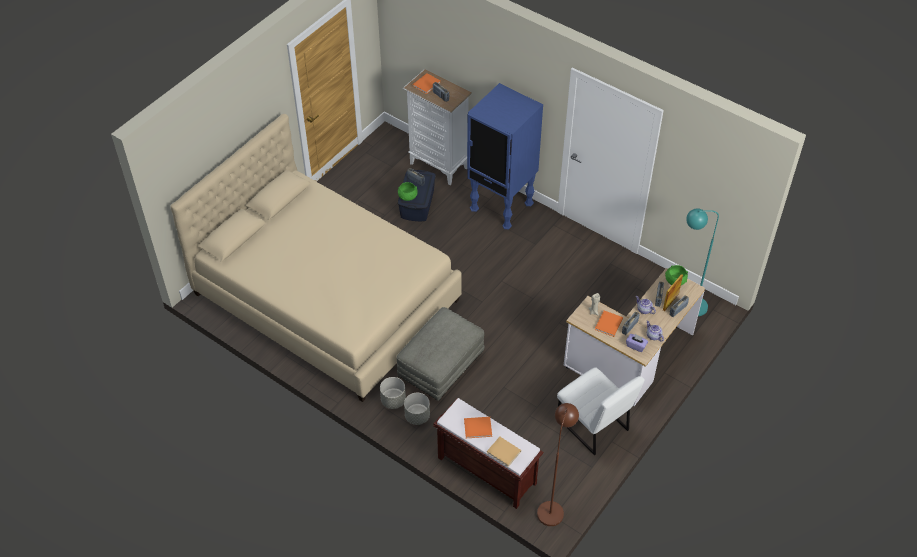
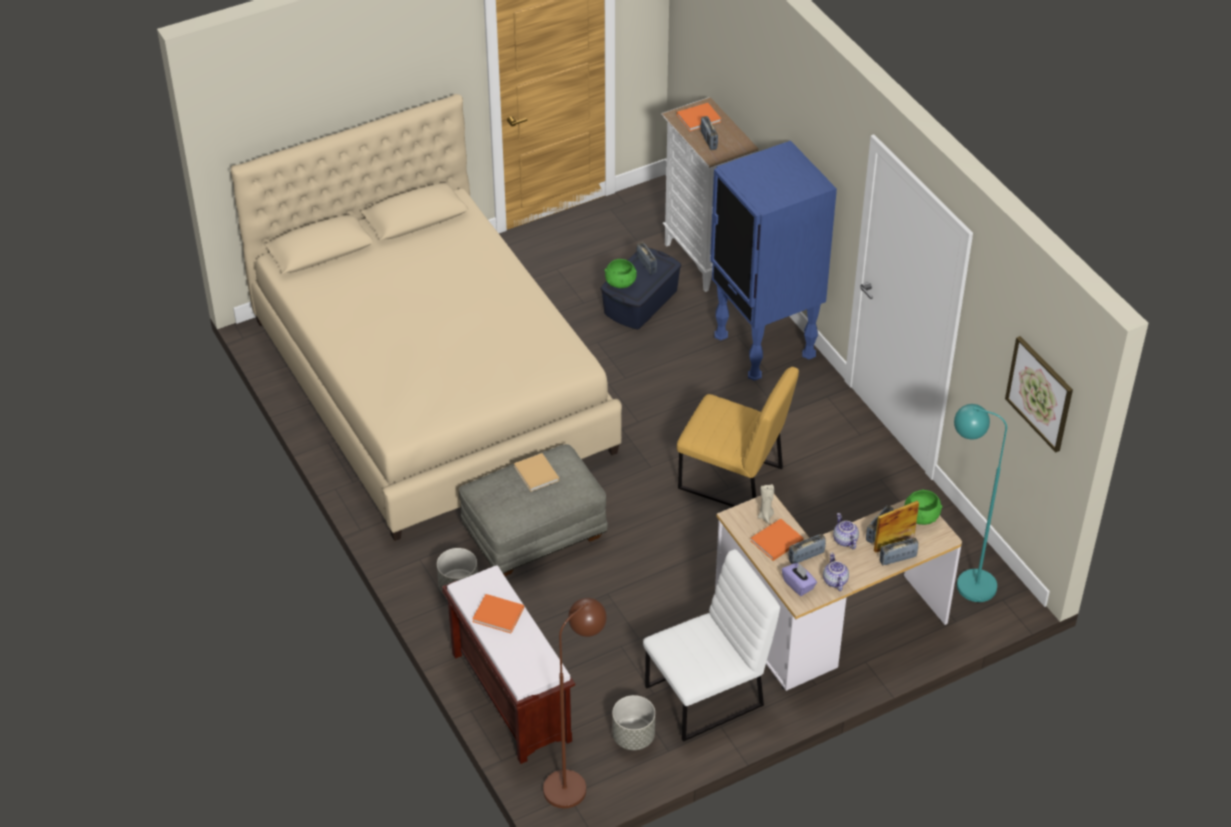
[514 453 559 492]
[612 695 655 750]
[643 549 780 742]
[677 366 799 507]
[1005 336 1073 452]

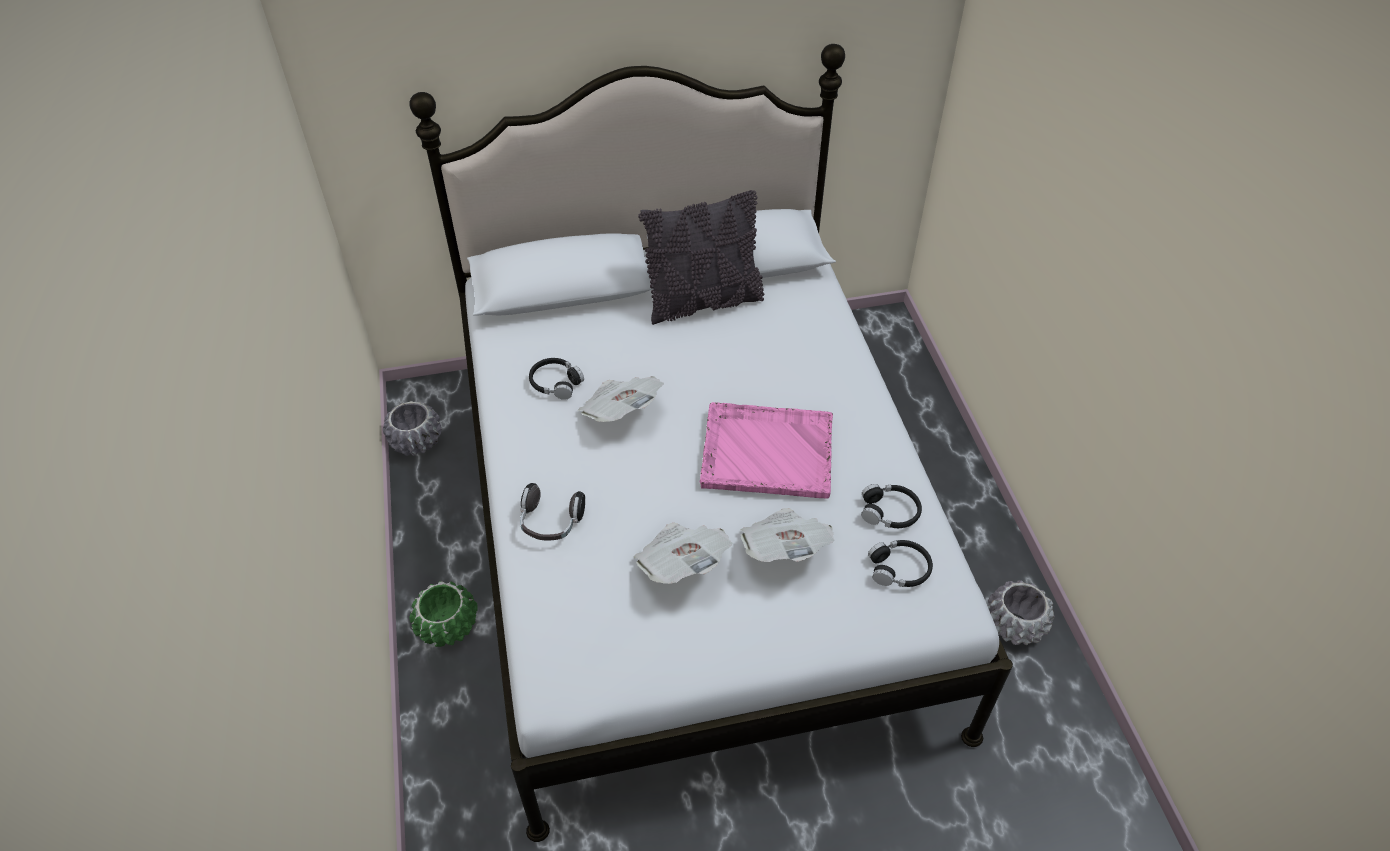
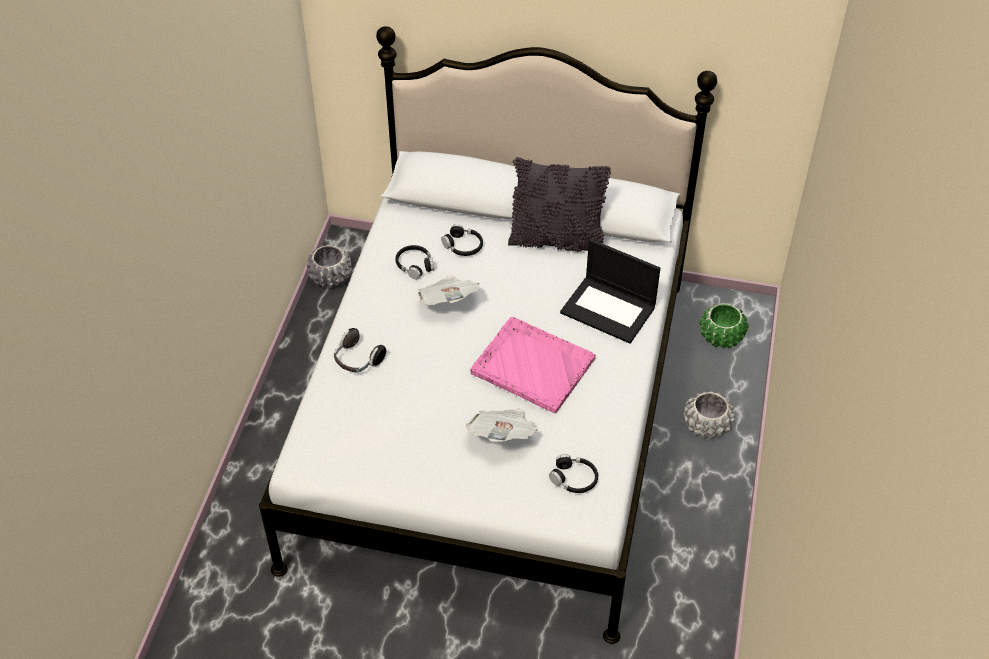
[441 224 483 256]
[560 239 660 344]
[684 391 735 439]
[699 303 749 348]
[633 523 732 584] (first image)

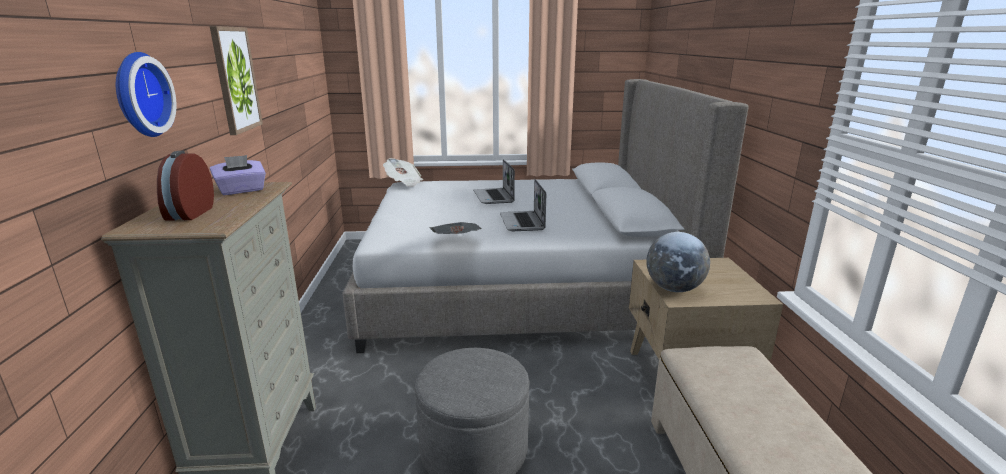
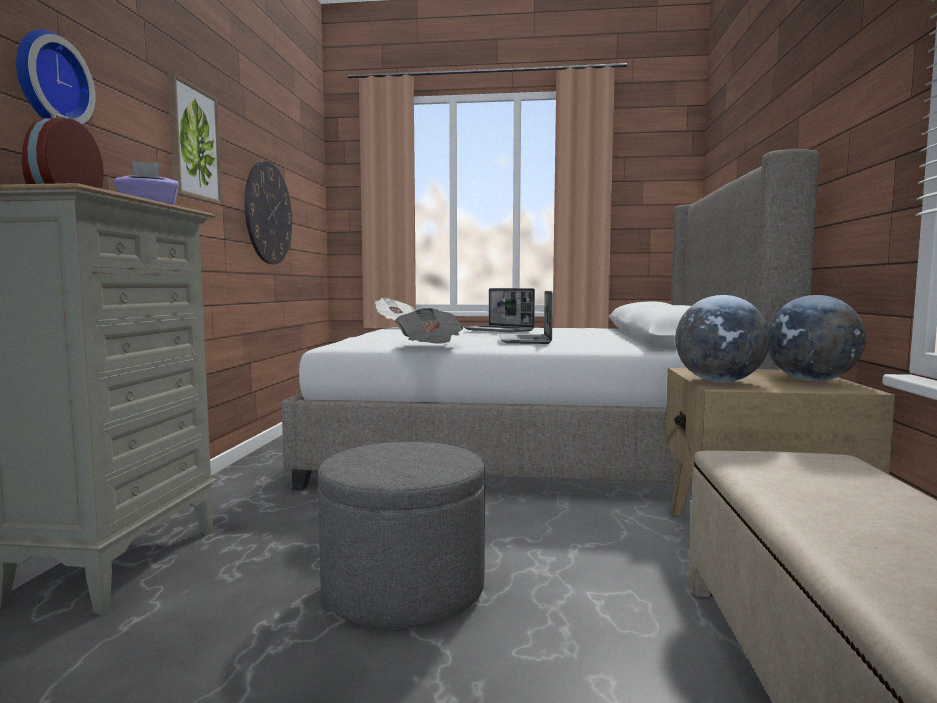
[245 161 292 264]
[464 288 535 333]
[768 295 866 382]

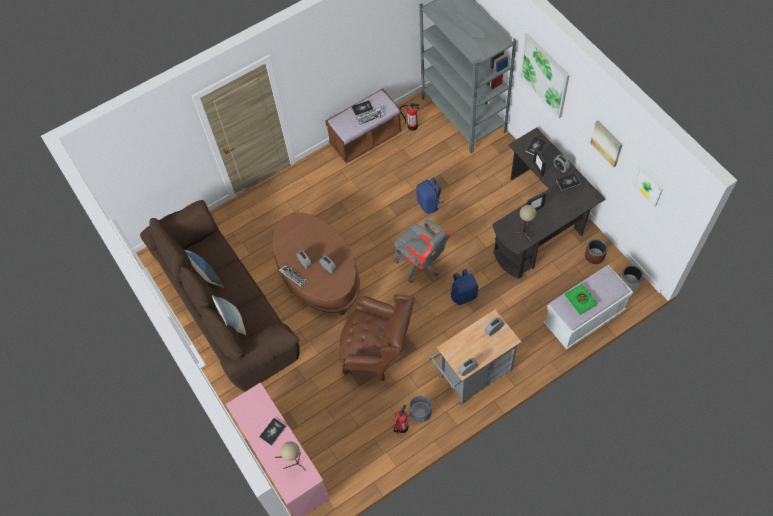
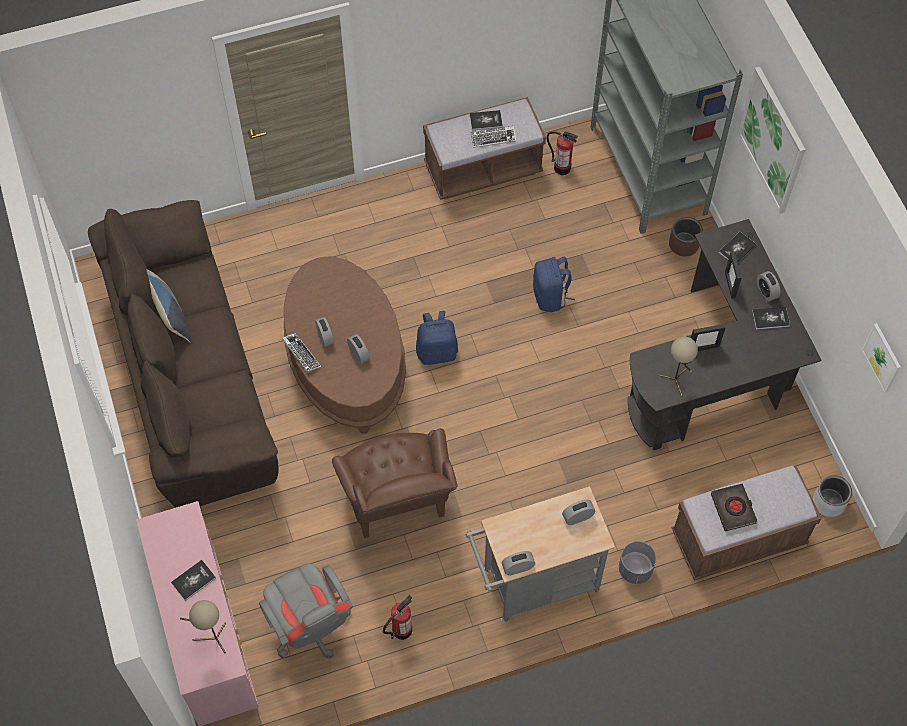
[259 564 353 659]
[332 428 458 538]
[416 311 458 365]
[619 541 656 584]
[669 217 703 256]
[672 466 822 581]
[711 483 757 532]
[212 295 246 335] (first image)
[590 121 623 167] (first image)

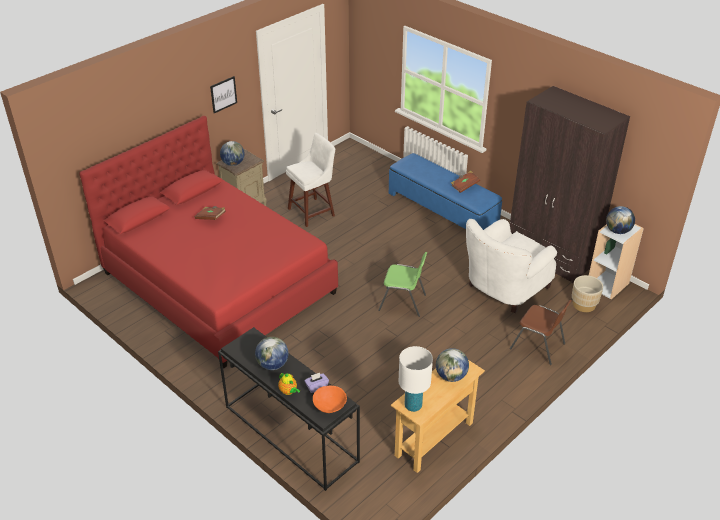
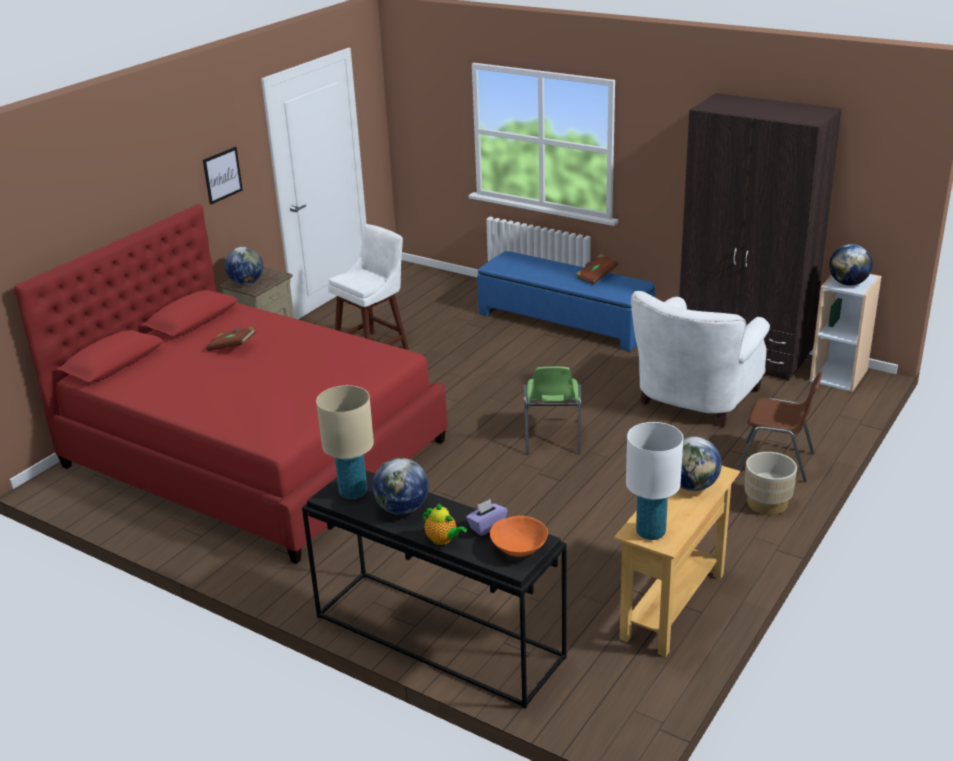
[316 385 374 499]
[524 367 581 455]
[745 452 797 515]

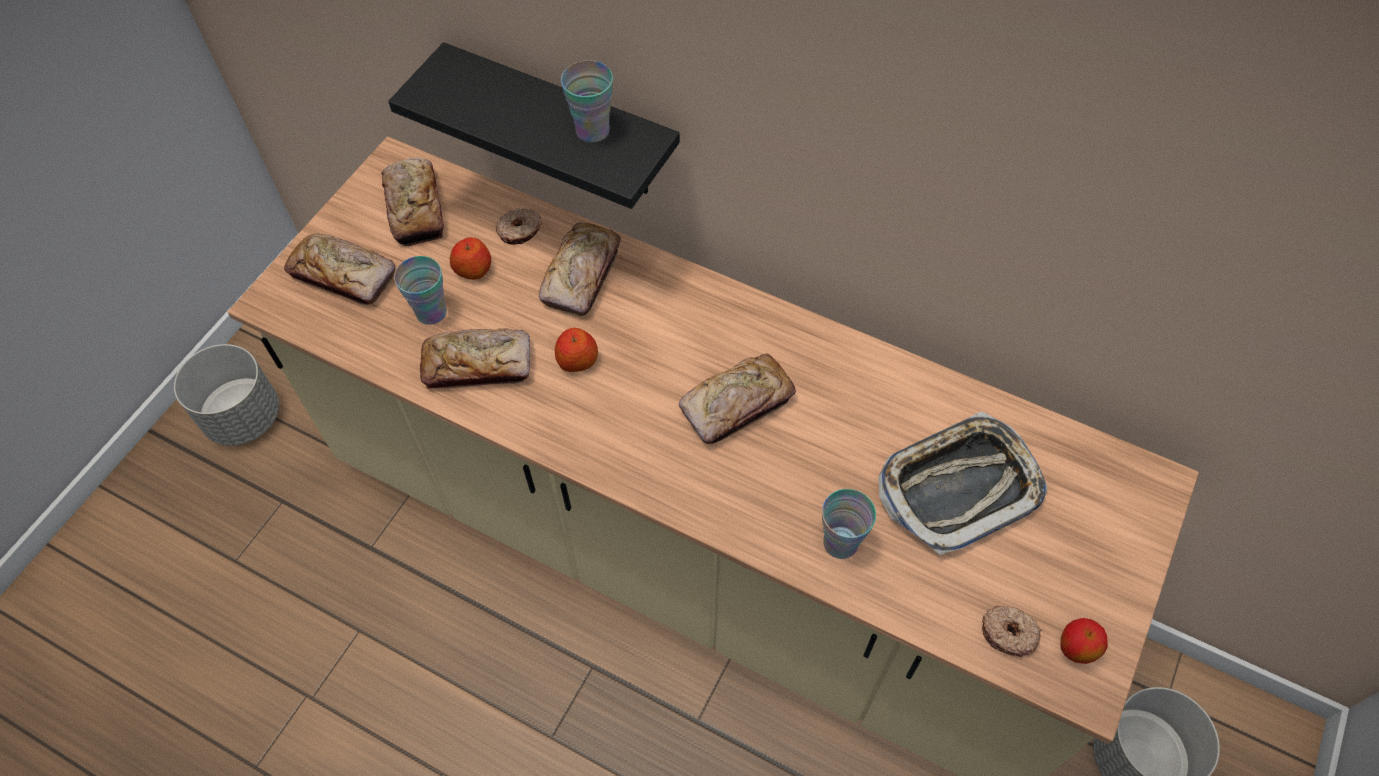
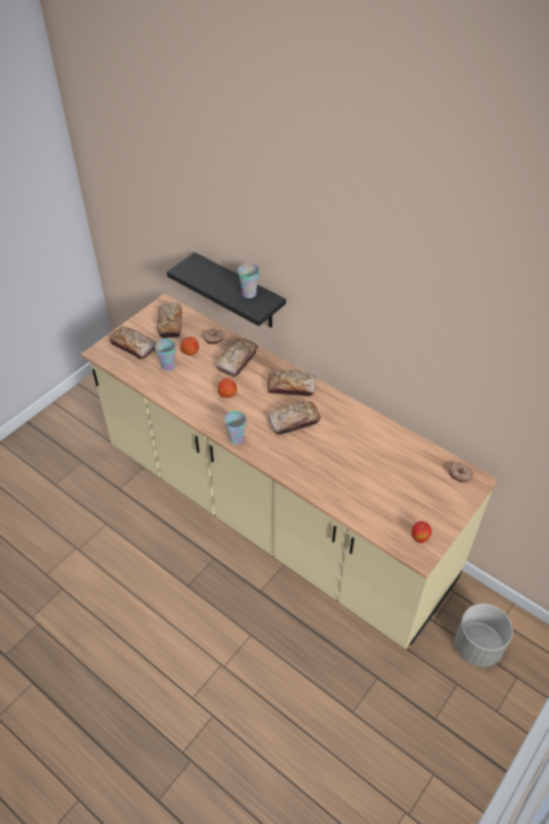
[224 411 246 445]
[267 370 316 397]
[449 462 473 483]
[174 344 279 446] (first image)
[879 411 1047 555] (first image)

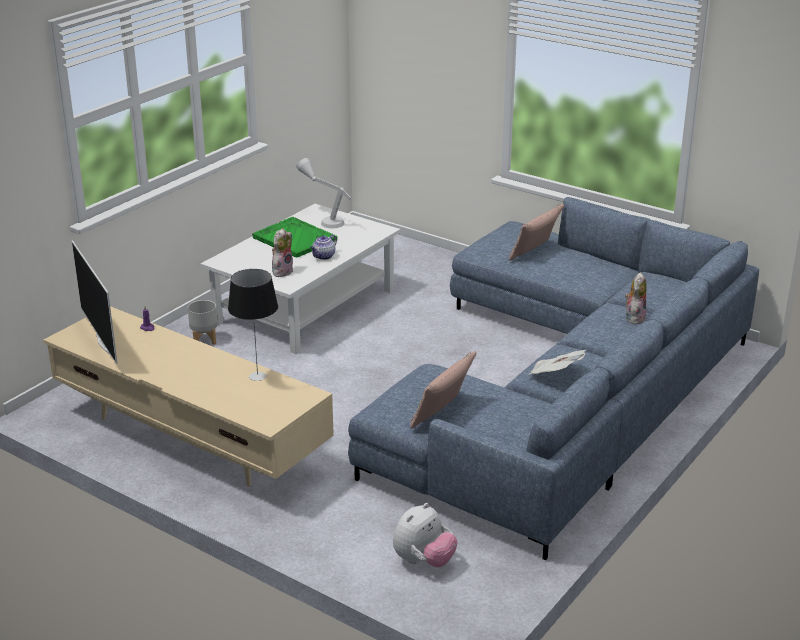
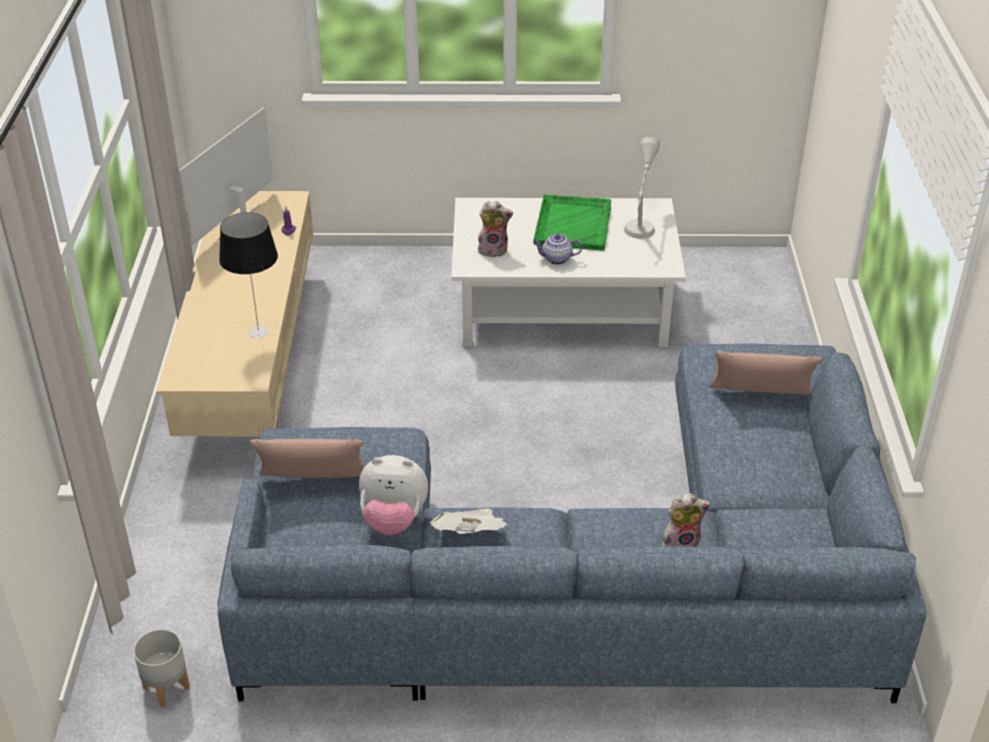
[133 629 190 706]
[359 455 428 535]

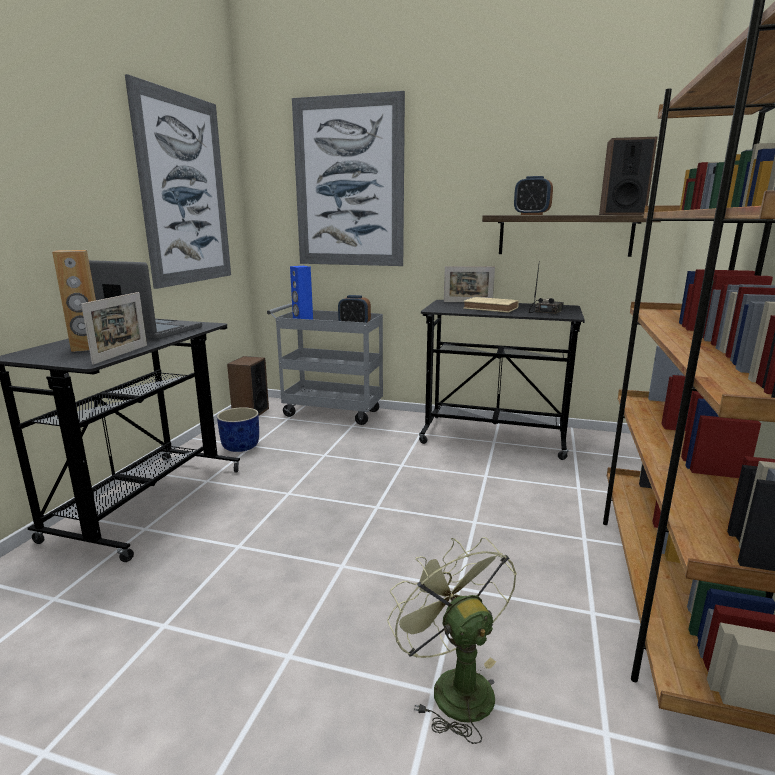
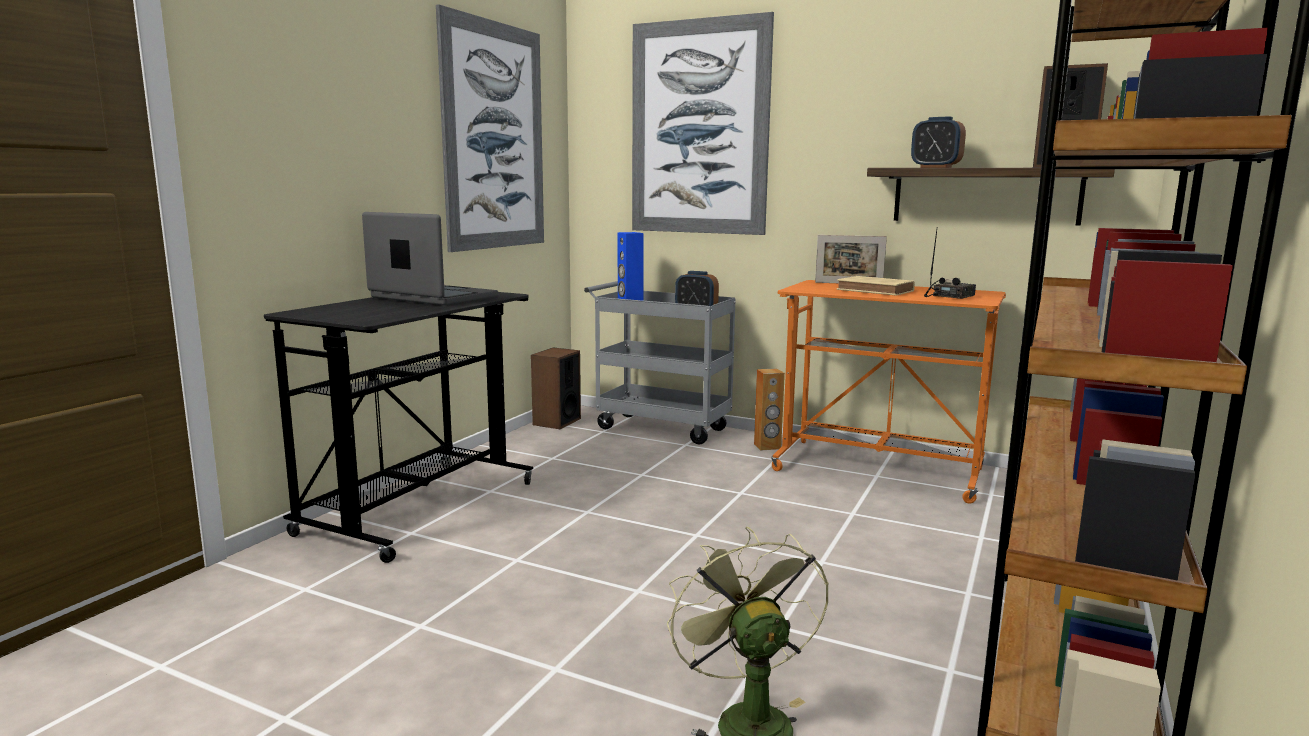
[754 368 785 451]
[771 280 1006 504]
[81 292 147 365] (first image)
[217 407 259 452] (first image)

